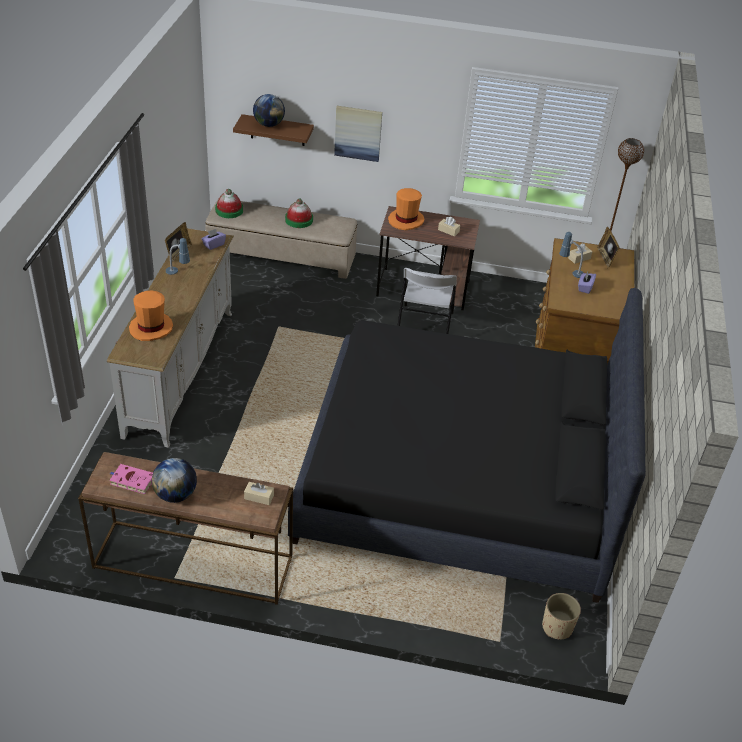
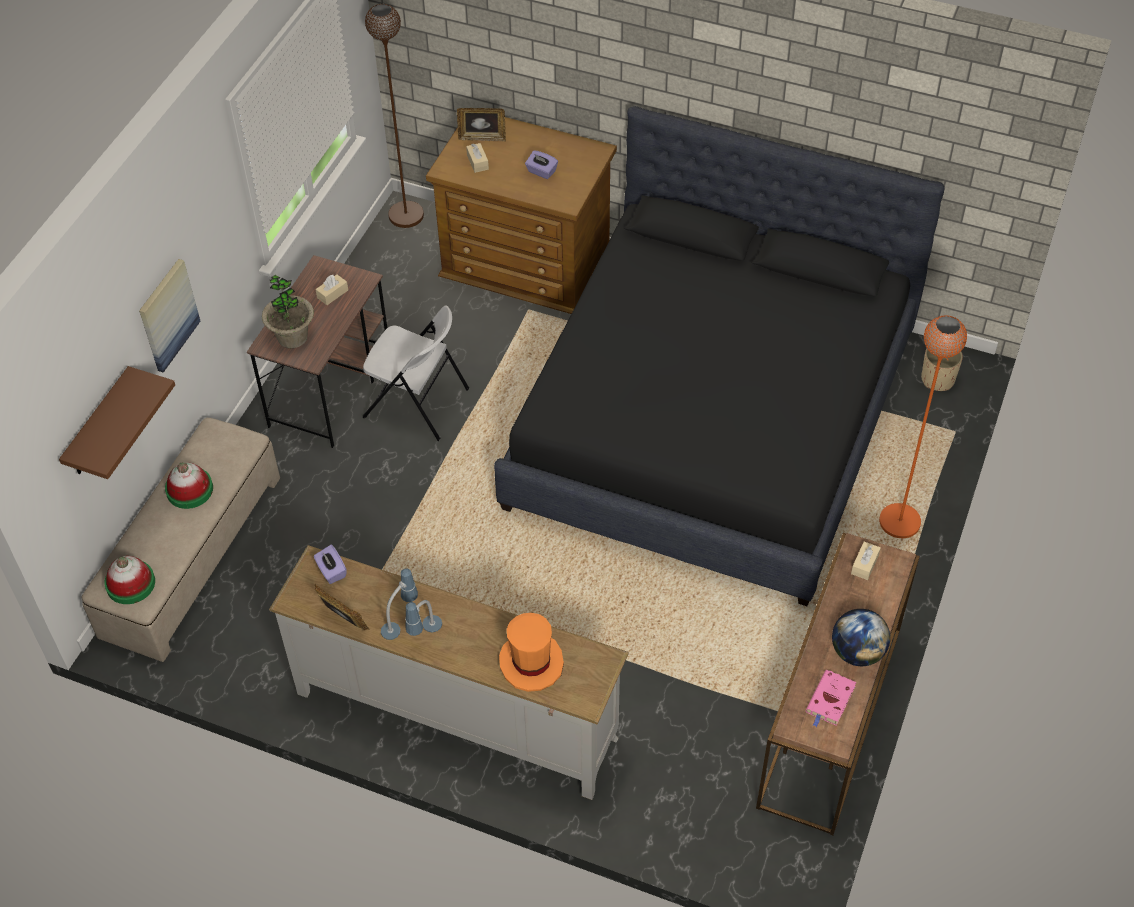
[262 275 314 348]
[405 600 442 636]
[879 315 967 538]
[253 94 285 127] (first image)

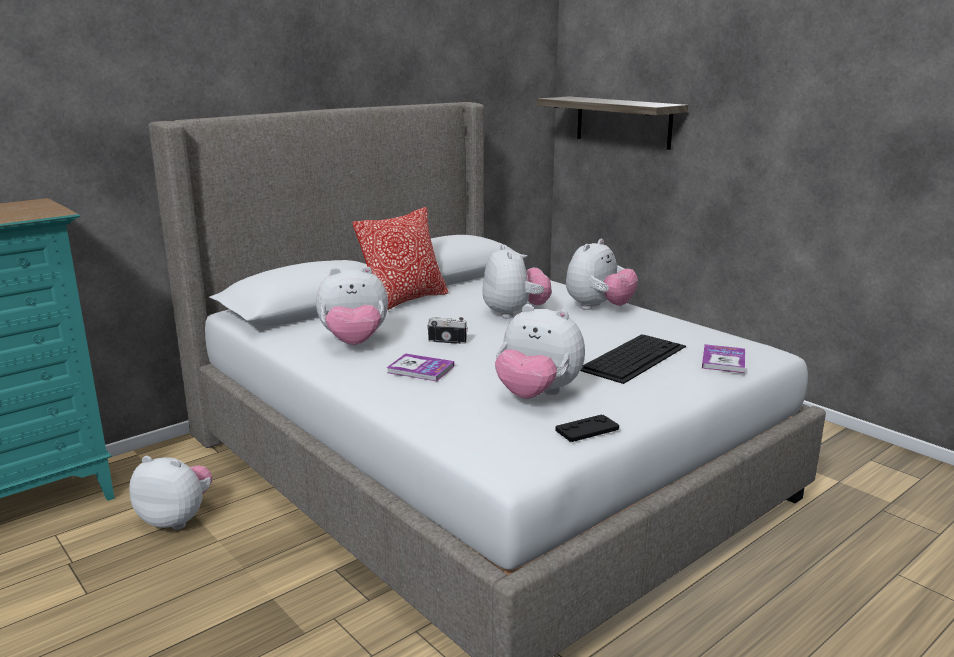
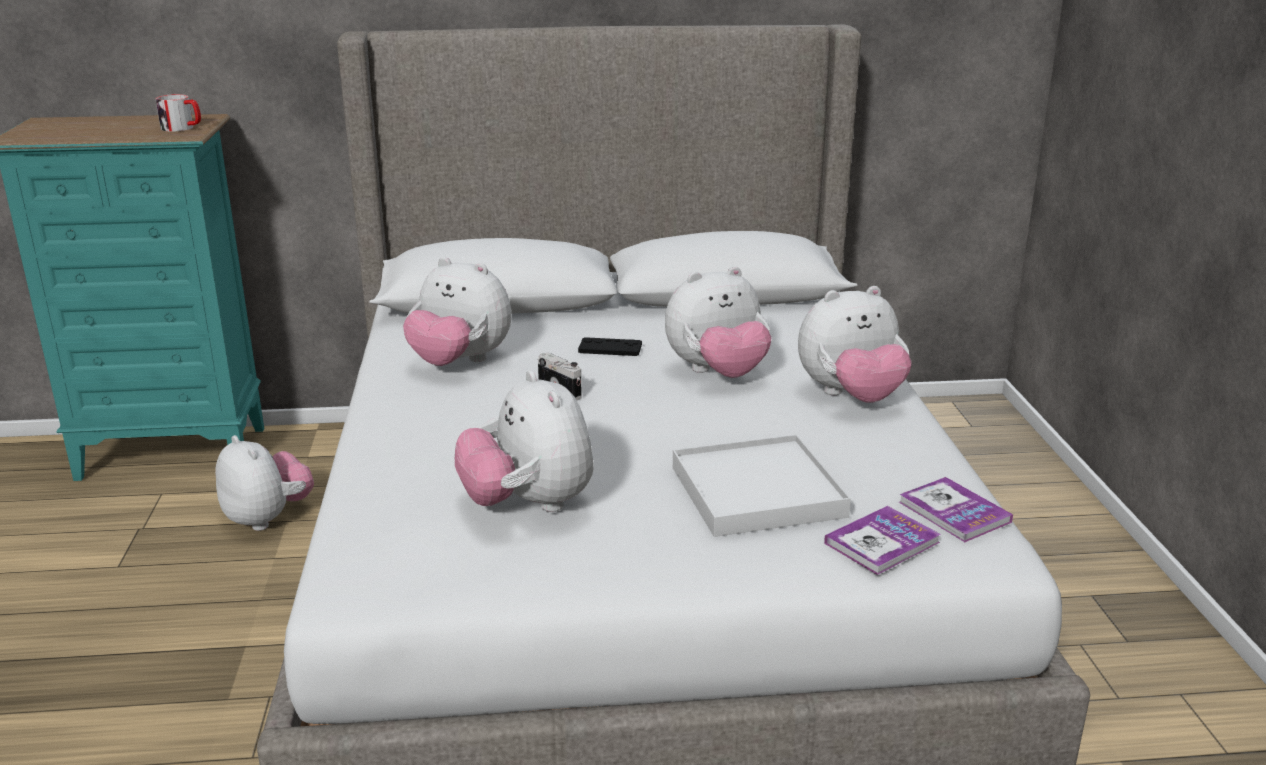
[156 94 201 132]
[578 337 642 356]
[665 266 771 378]
[673 434 851 537]
[899 477 1013 542]
[353 207 448 310] (first image)
[537 96 688 150] (first image)

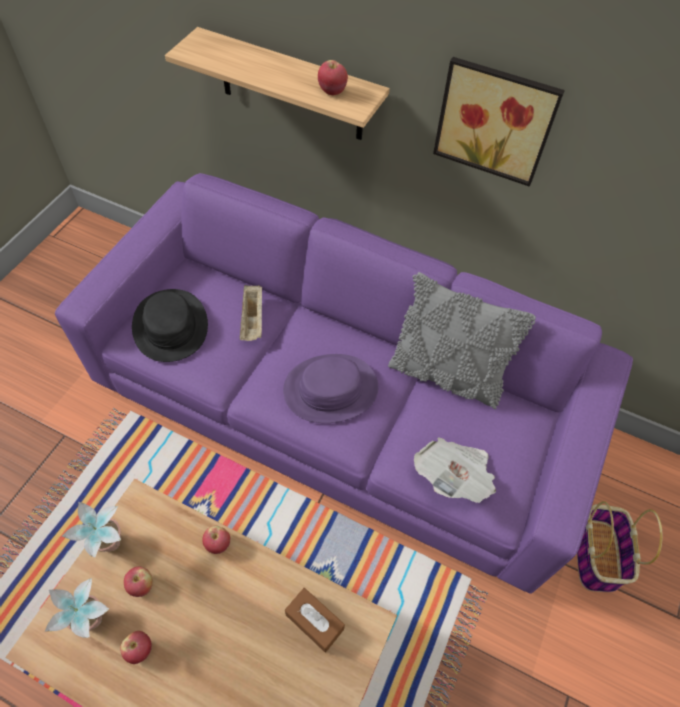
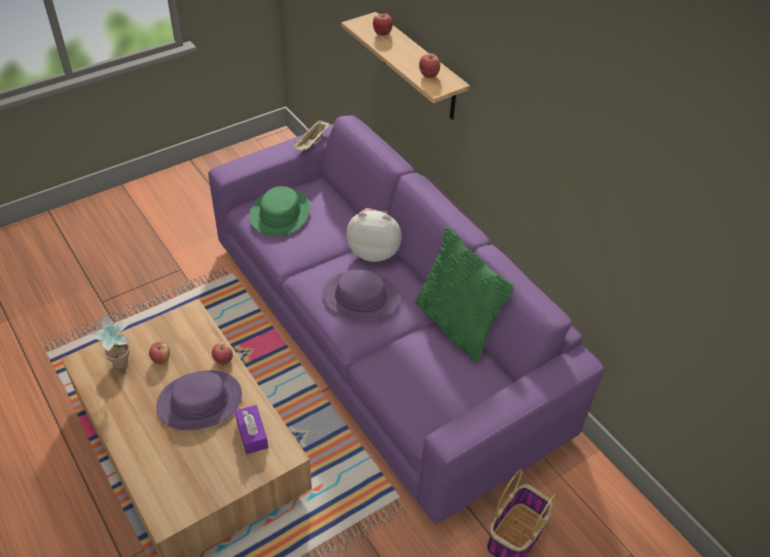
[157 370 242 430]
[235 405 268 454]
[249 186 310 236]
[292 119 330 150]
[346 208 402 262]
[373 14 393 36]
[415 227 515 364]
[62 502 121 557] (first image)
[414 438 496 503] (first image)
[433 57 565 187] (first image)

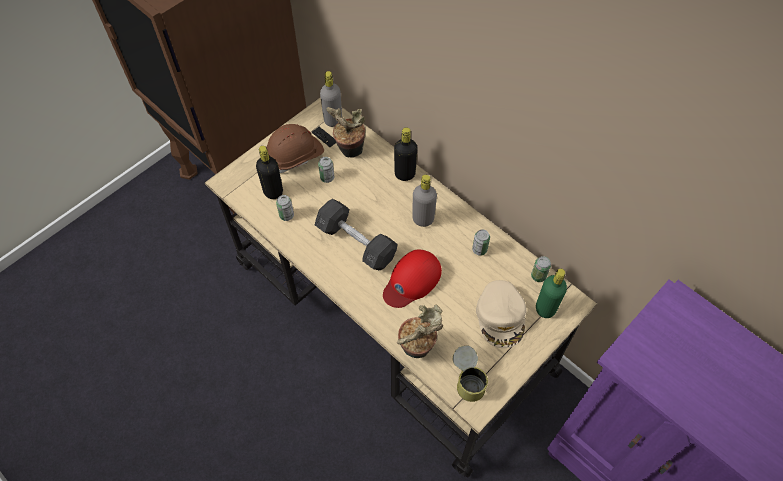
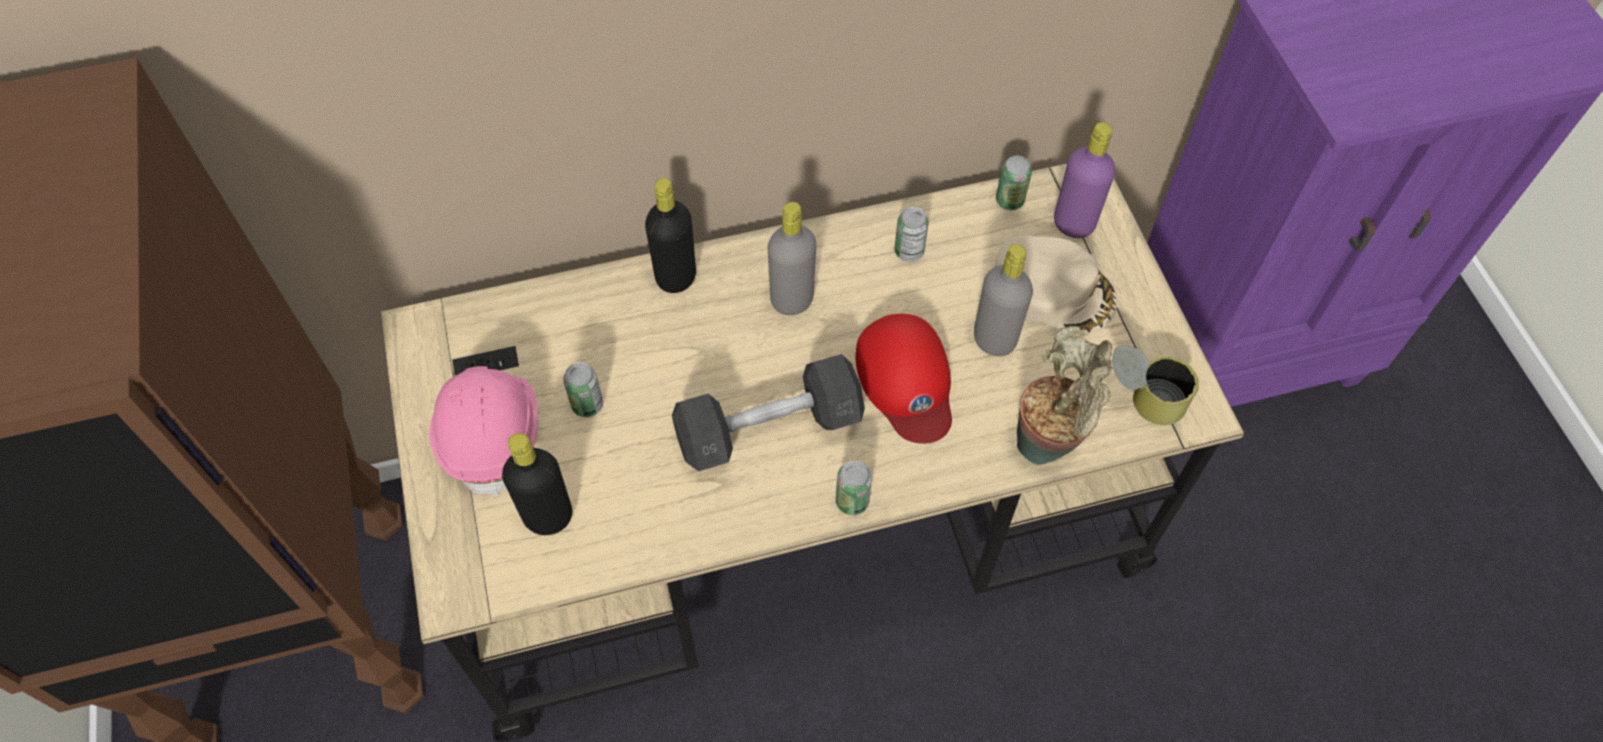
[430 366 538 497]
[836 461 872 515]
[974 244 1033 356]
[1054 122 1115 238]
[326 107 365 158] (first image)

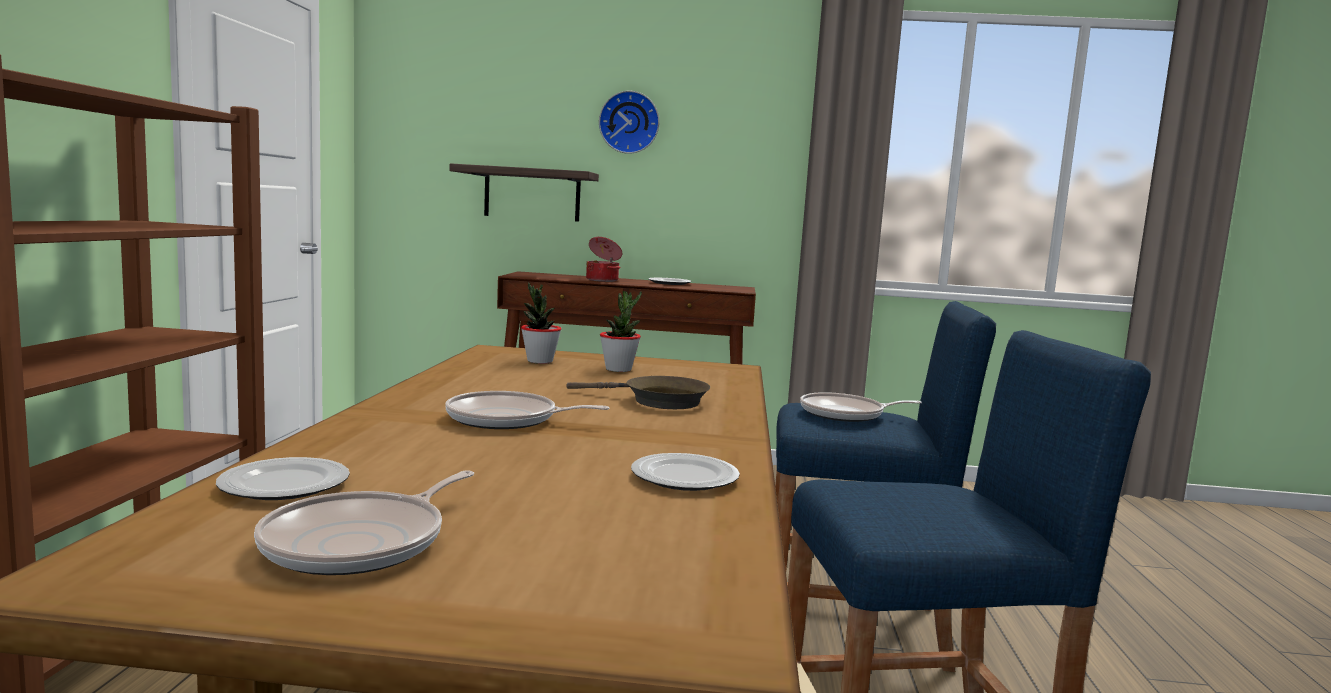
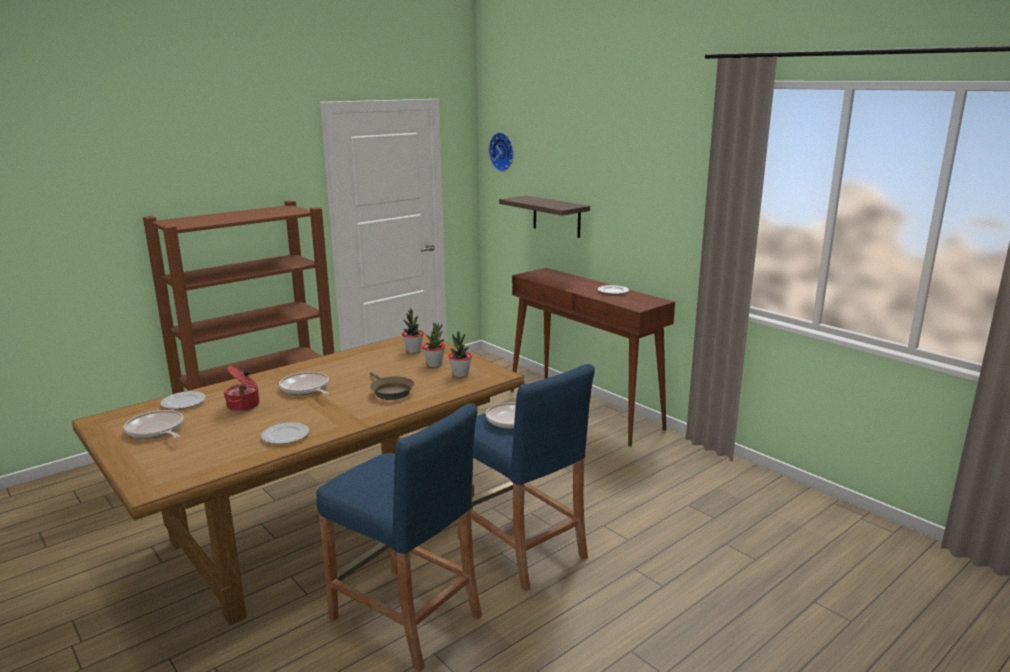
[124 410 184 439]
[224 366 260 411]
[448 331 472 377]
[489 132 514 172]

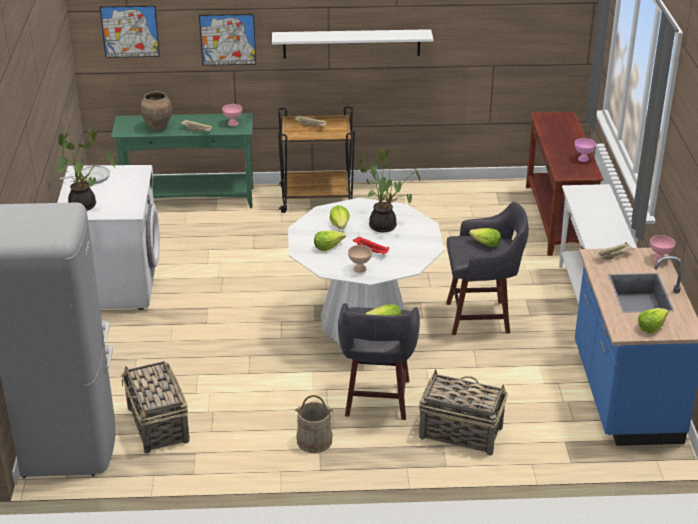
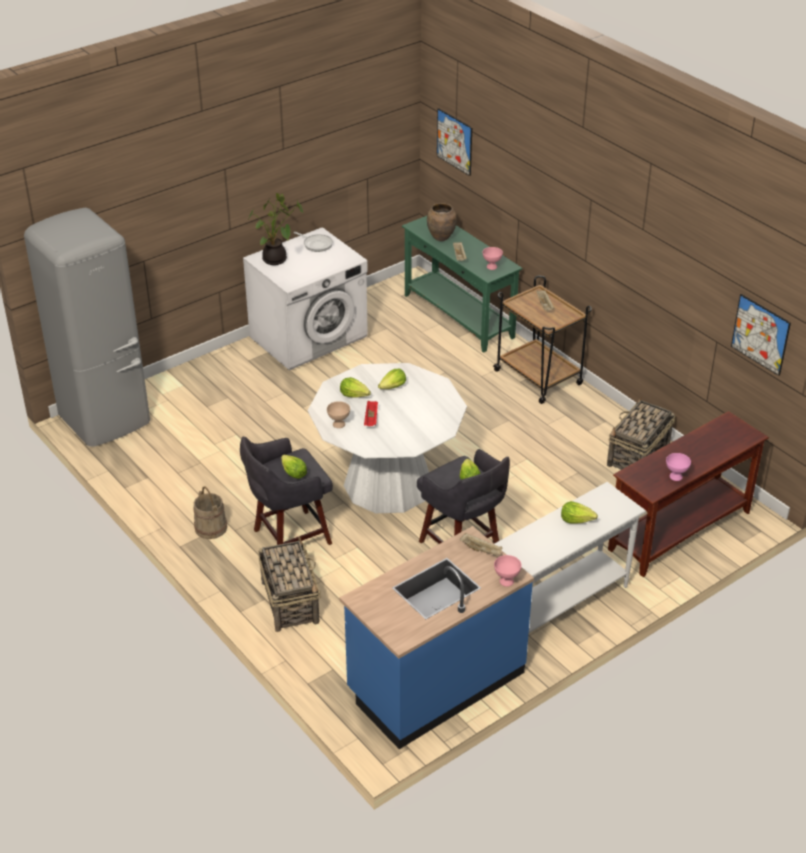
[561 501 598 524]
[607 397 675 470]
[731 294 791 376]
[272 29 433 58] (first image)
[355 148 421 233] (first image)

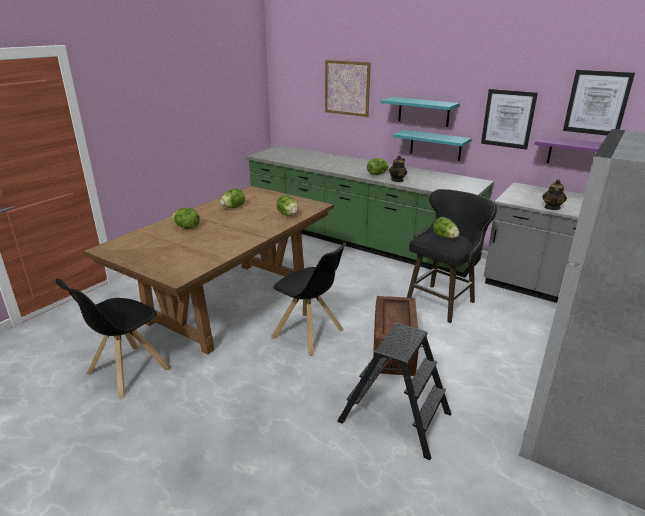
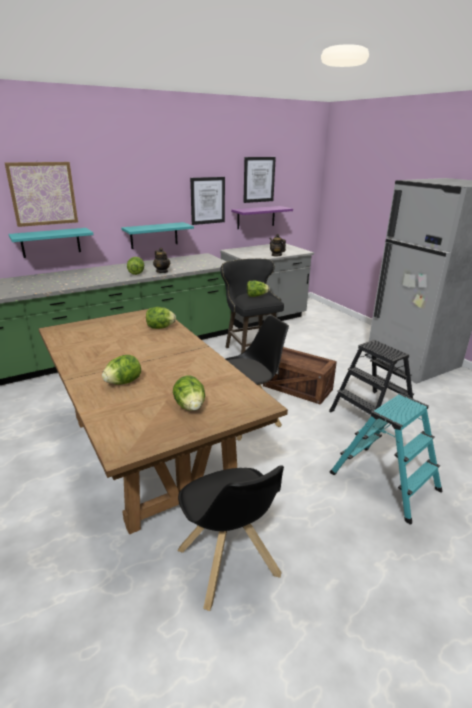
[8 228 94 258]
[173 376 205 411]
[329 393 442 525]

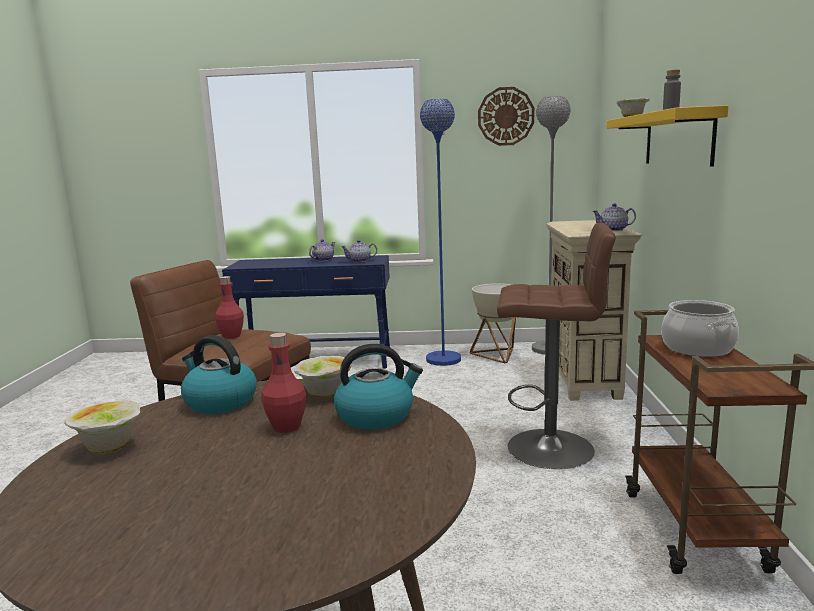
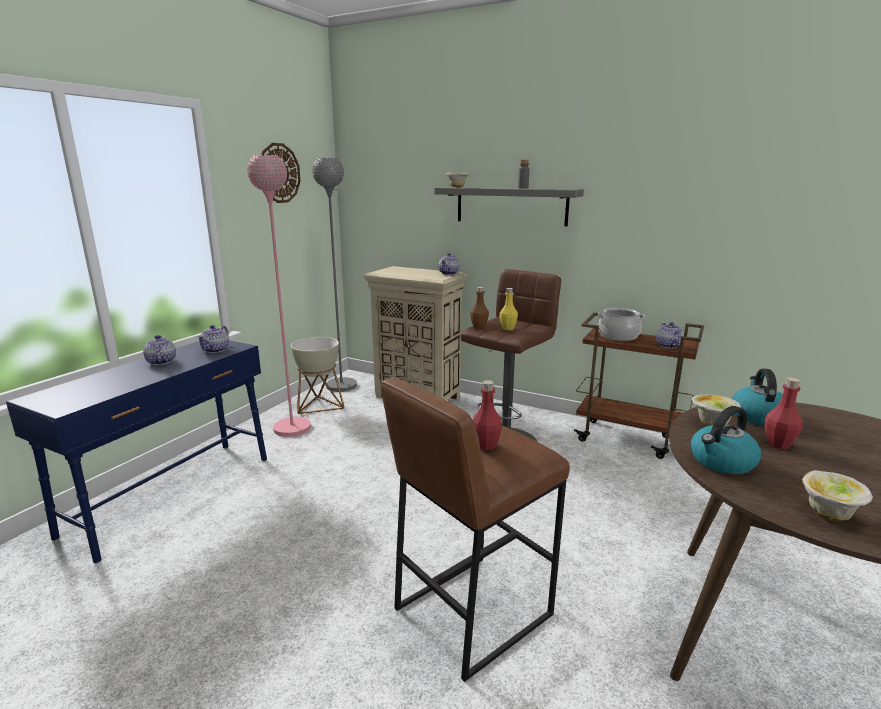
[247 155 311 437]
[434 187 584 226]
[470 287 489 329]
[499 288 518 330]
[656 322 684 349]

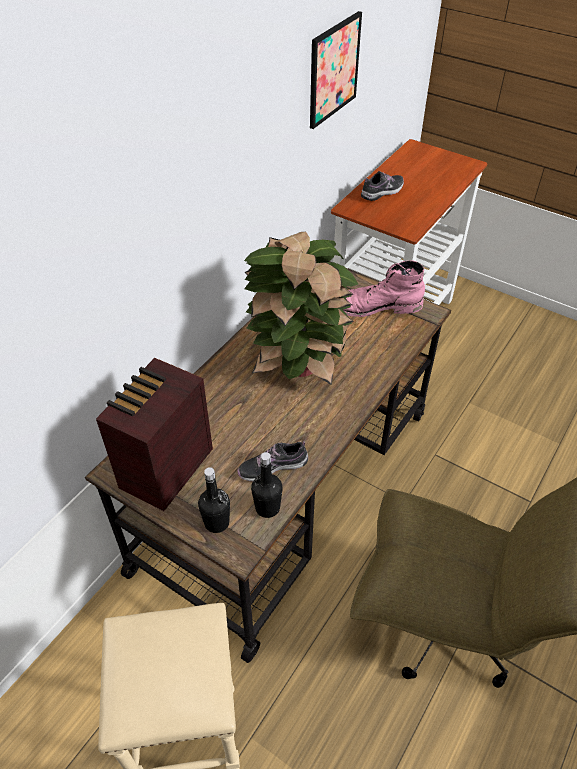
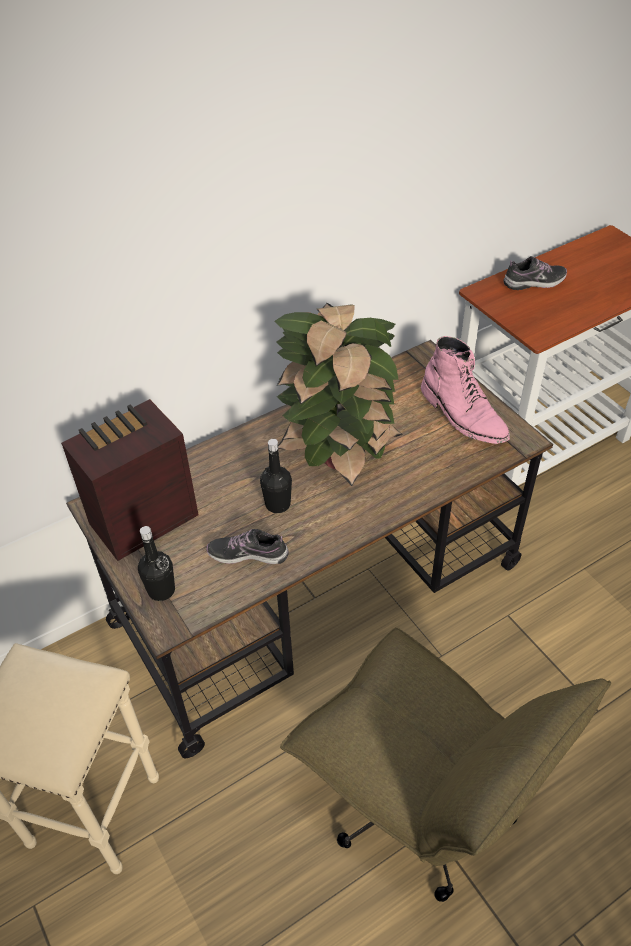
[260 439 292 513]
[421 336 510 444]
[310 11 362 129] (first image)

